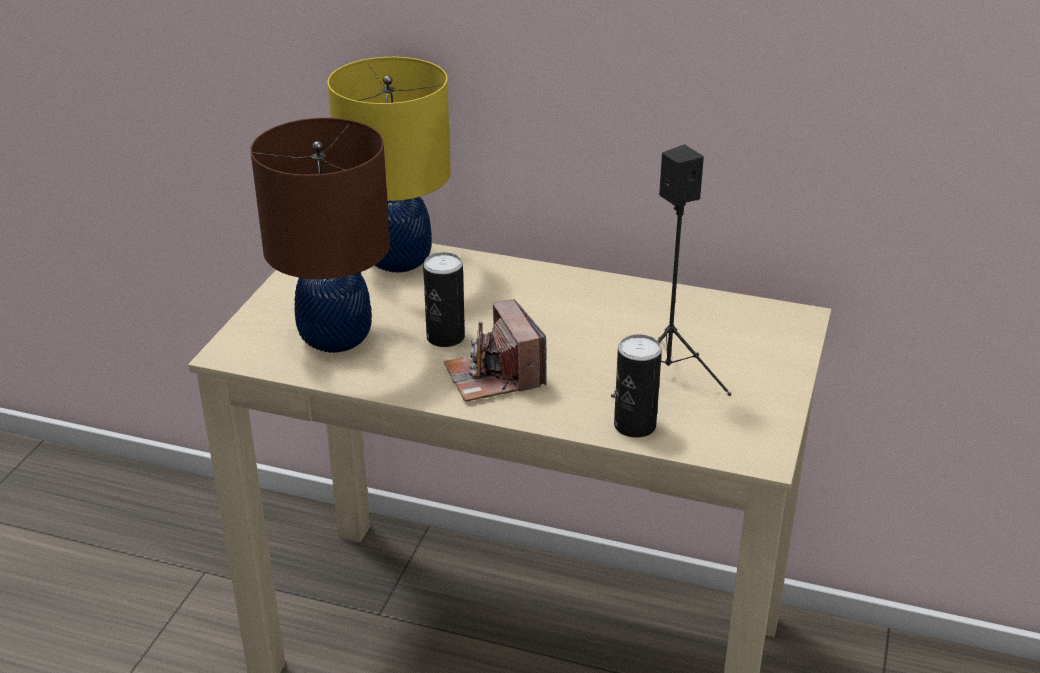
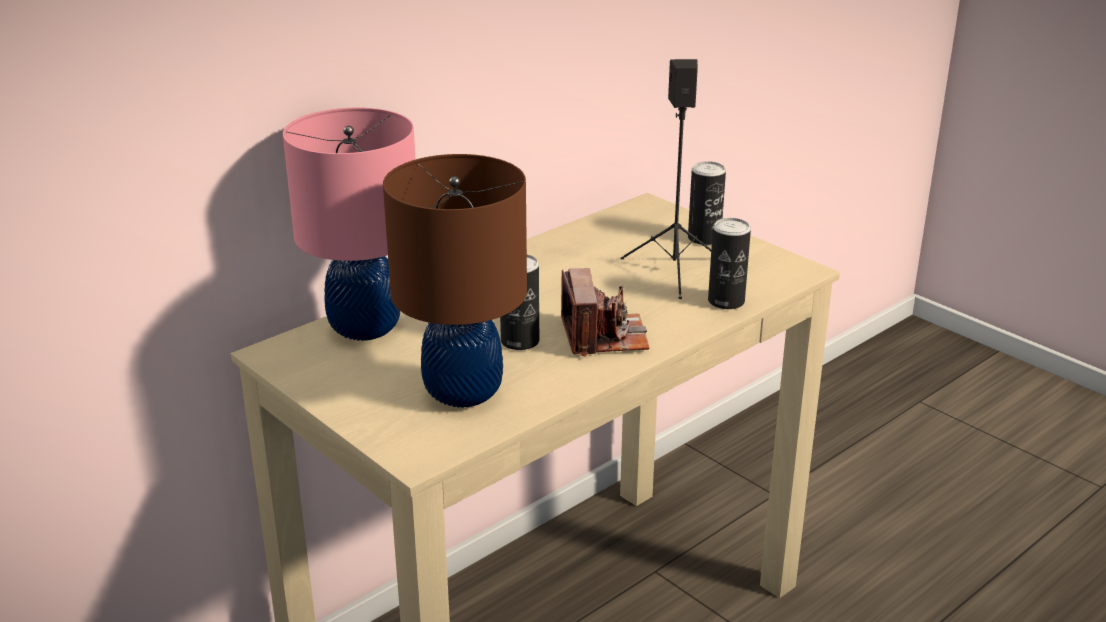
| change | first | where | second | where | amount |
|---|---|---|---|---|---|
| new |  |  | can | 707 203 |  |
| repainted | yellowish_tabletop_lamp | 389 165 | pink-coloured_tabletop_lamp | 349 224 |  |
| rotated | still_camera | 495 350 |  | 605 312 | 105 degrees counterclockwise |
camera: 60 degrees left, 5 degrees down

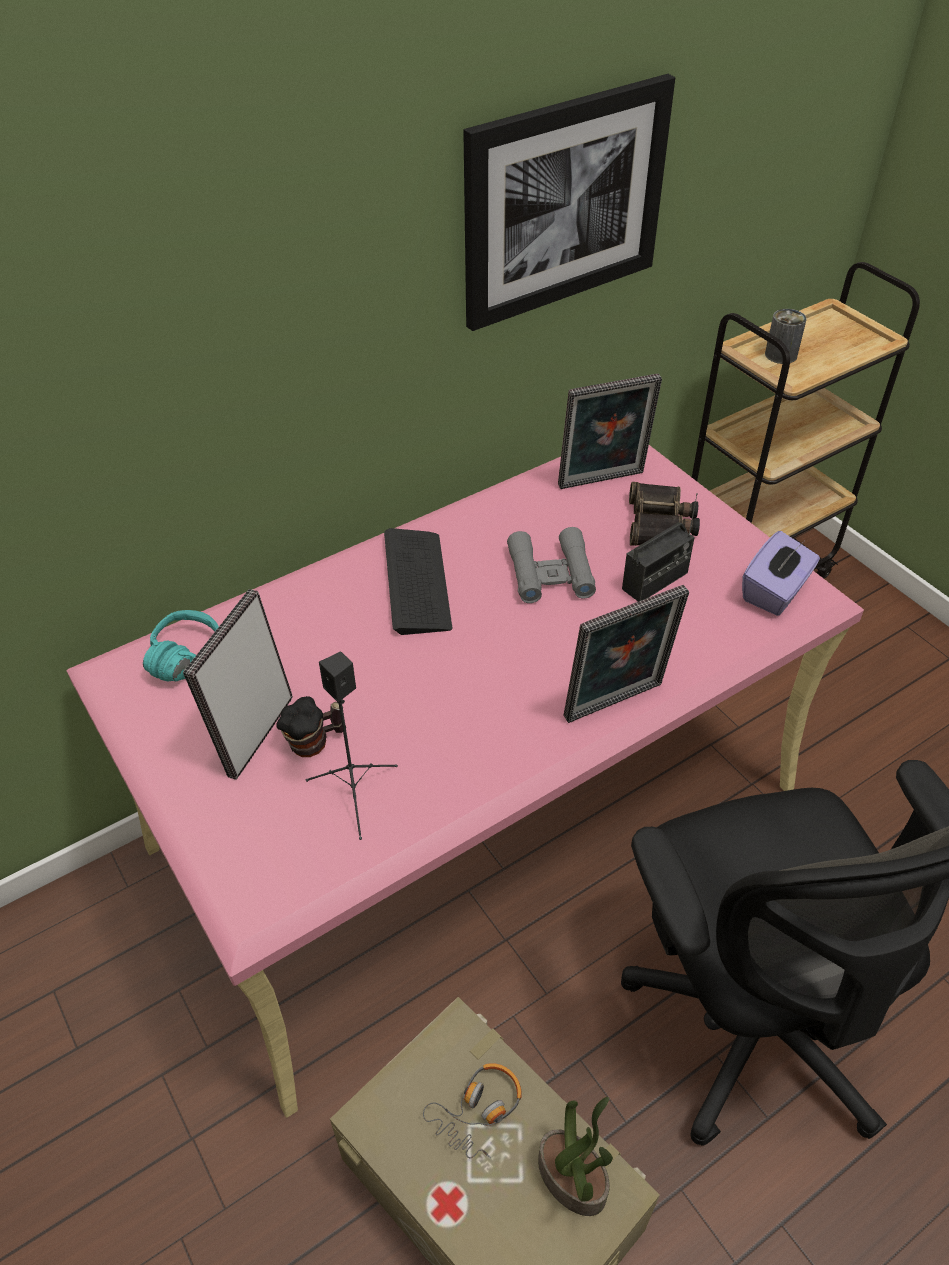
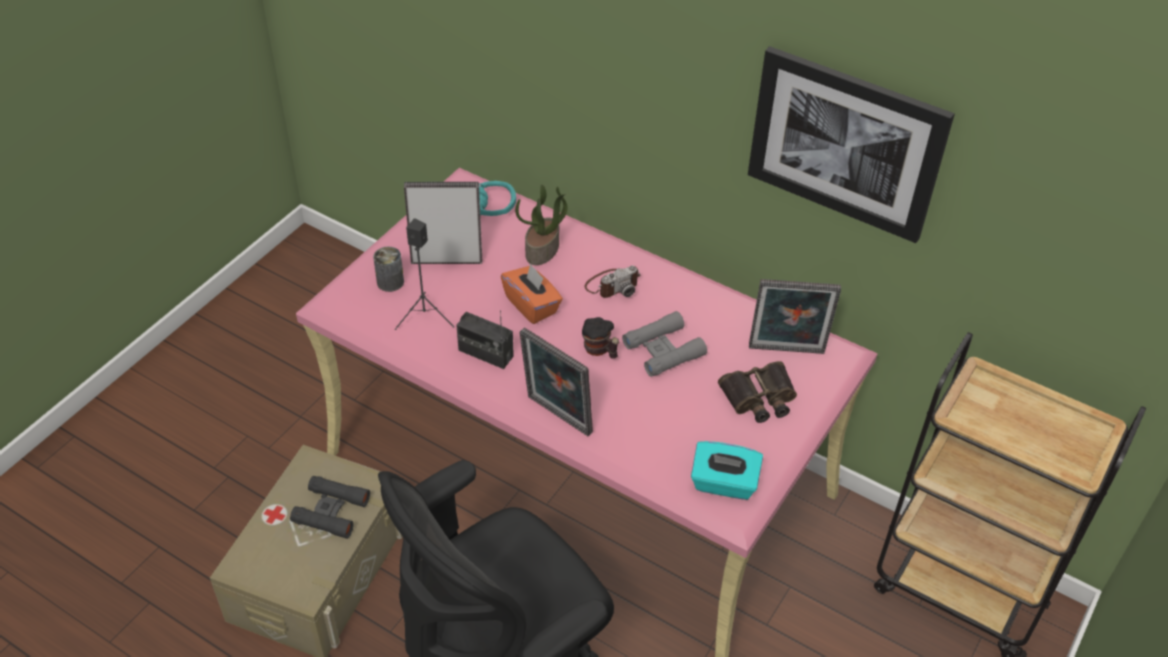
| change | first | where | second | where | amount |
|---|---|---|---|---|---|
| new |  |  | orange-coloured_tissue_box | 532 293 |  |
| shifted | tea_mug | 311 726 |  | 600 338 |  |
| shifted | potted_plant | 575 1156 |  | 541 224 |  |
| shifted | radio | 660 547 |  | 485 339 |  |
| shifted | can | 786 336 |  | 388 269 |  |
| swapped | PC_keyboard | 418 581 | still_camera | 612 281 |  |
| swapped | pair_of_headphones | 472 1110 | black_binoculars | 330 507 |  |
| repainted | purplish_tissue_box | 781 573 | turquoise_tissue_box | 727 470 |  |
| rotated | photo_frame | 610 431 |  | 795 316 | 45 degrees counterclockwise |
camera: 65 degrees right, 0 degrees up

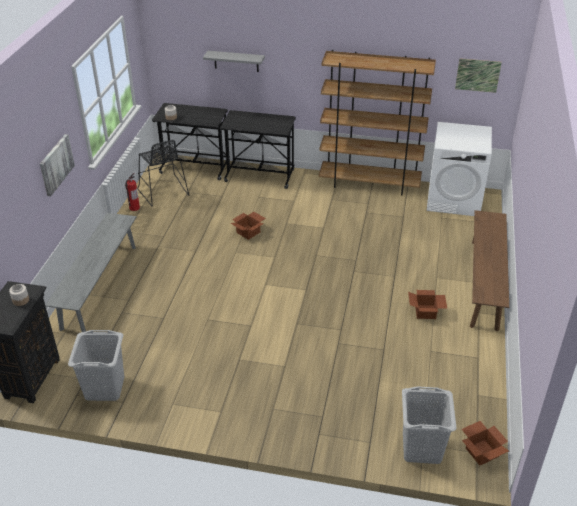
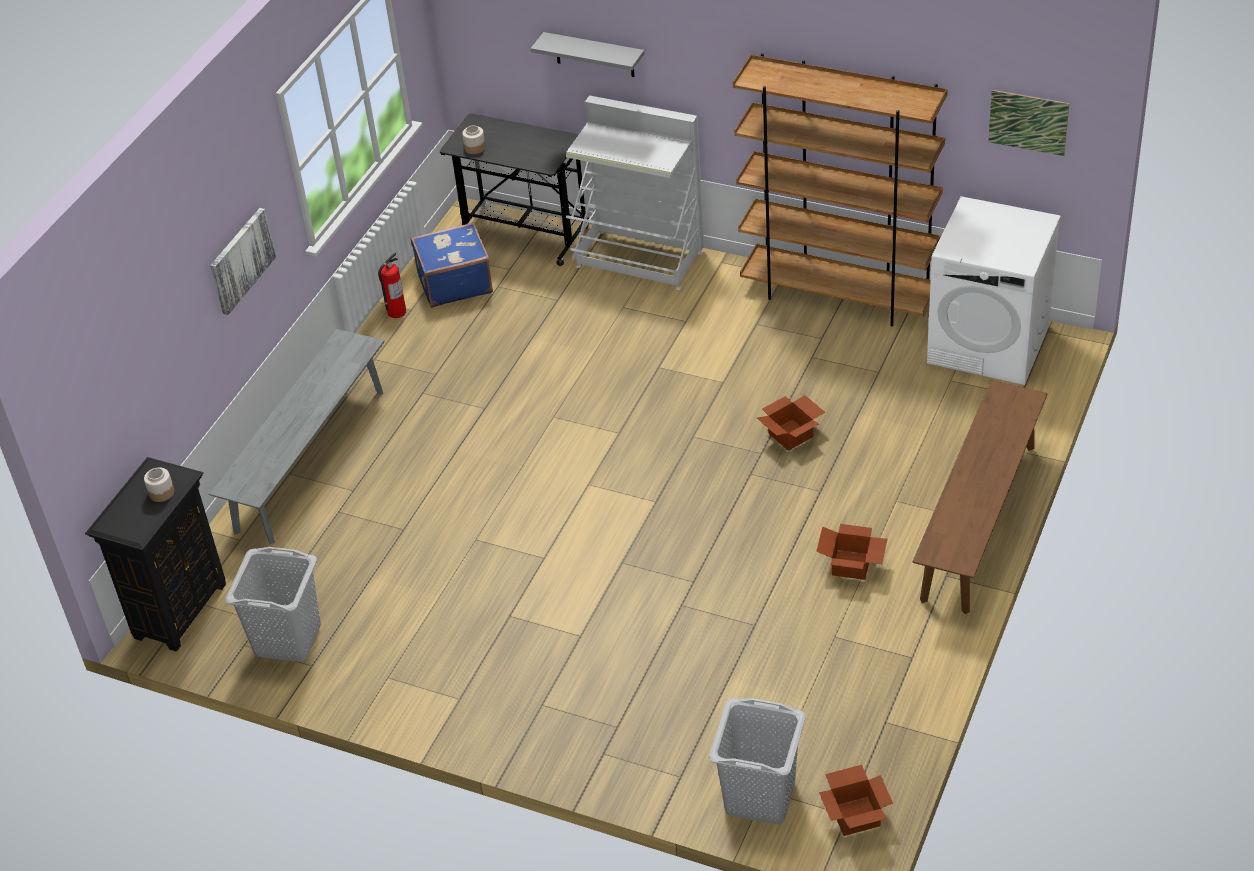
| change | first | where | second | where | amount |
|---|---|---|---|---|---|
| shifted | carton | 248 226 |  | 791 423 |  |
| swapped | black_stool_seat | 163 173 | blue-coloured_suitcase | 452 265 |  |
| swapped | black_desk_unit | 258 149 | whitish_shoe_shelf | 635 193 |  |
camera: 15 degrees right, 5 degrees up

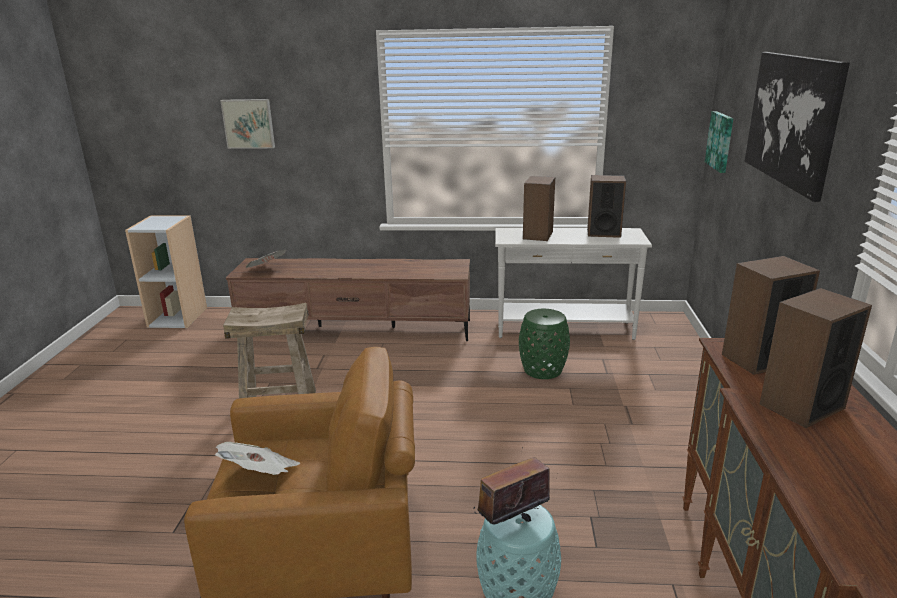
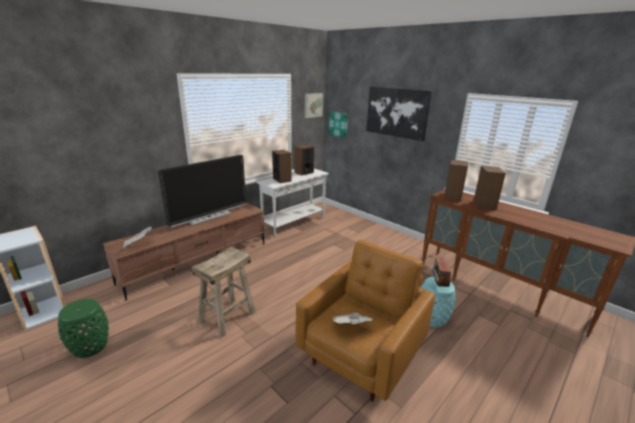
| change | first | where | second | where | amount |
|---|---|---|---|---|---|
| new |  |  | TV | 202 191 |  |
| shifted | wall_picture | 247 124 |  | 314 105 |  |
| shifted | greenish_stool_seat | 544 344 |  | 83 328 |  |
camera: 50 degrees left, 0 degrees up

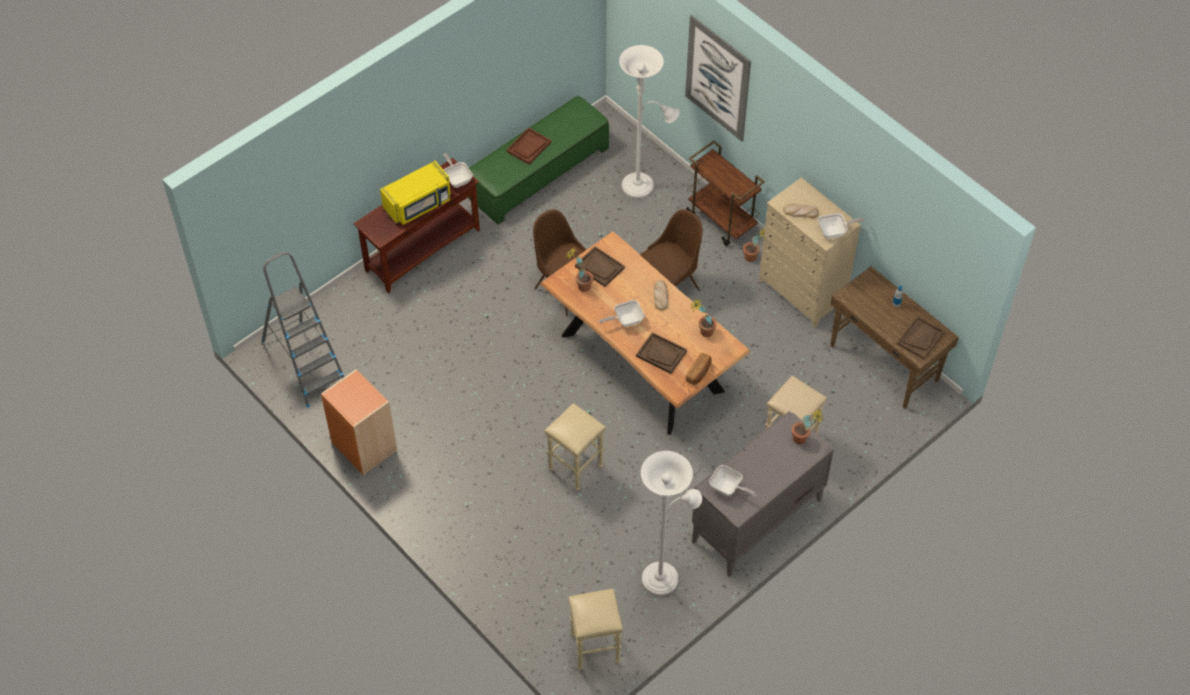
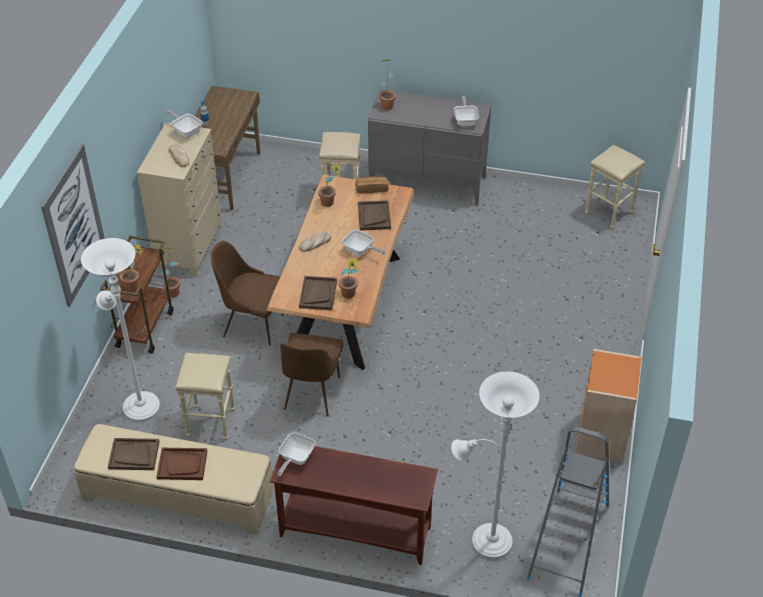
| change | first | where | second | where | amount |
|---|---|---|---|---|---|
| gone | yellowish_kitchen_microwave | 415 193 |  |  |  |
| new |  |  | potted_plant | 132 267 |  |
| shifted | sand-coloured_stool_seat | 575 447 |  | 205 396 |  |
| shifted | whitish_floor_lamp | 671 523 |  | 495 465 |  |
| shifted | brown-coloured_serving_tray | 921 338 |  | 133 454 |  |
| repainted | greenish_bench | 538 160 | sand-coloured_bench | 174 479 |  |
camera: 125 degrees left, 10 degrees down

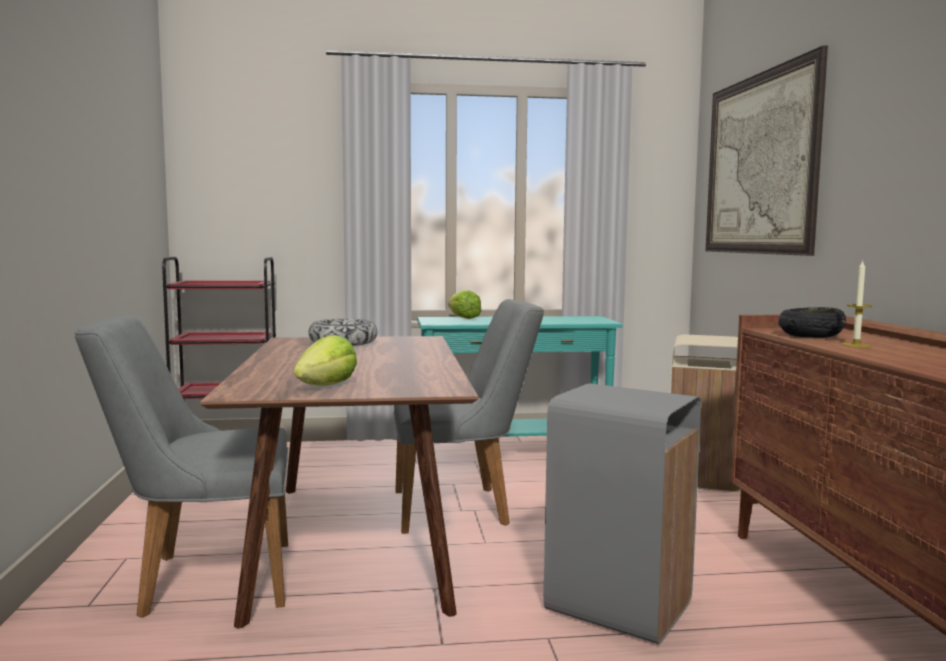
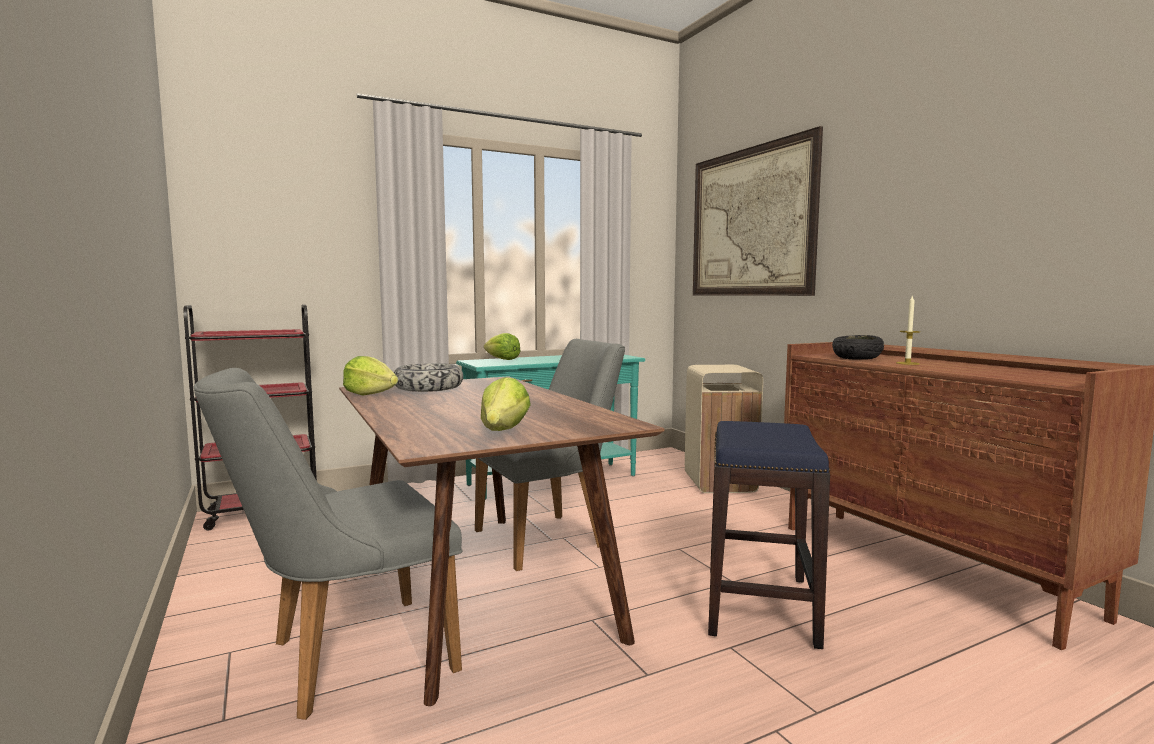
| change | first | where | second | where | amount |
|---|---|---|---|---|---|
| new |  |  | lettuce | 370 375 |  |
| swapped | grey_waste_bin | 622 513 | stool_seat | 769 535 |  |
camera: 20 degrees left, 0 degrees up

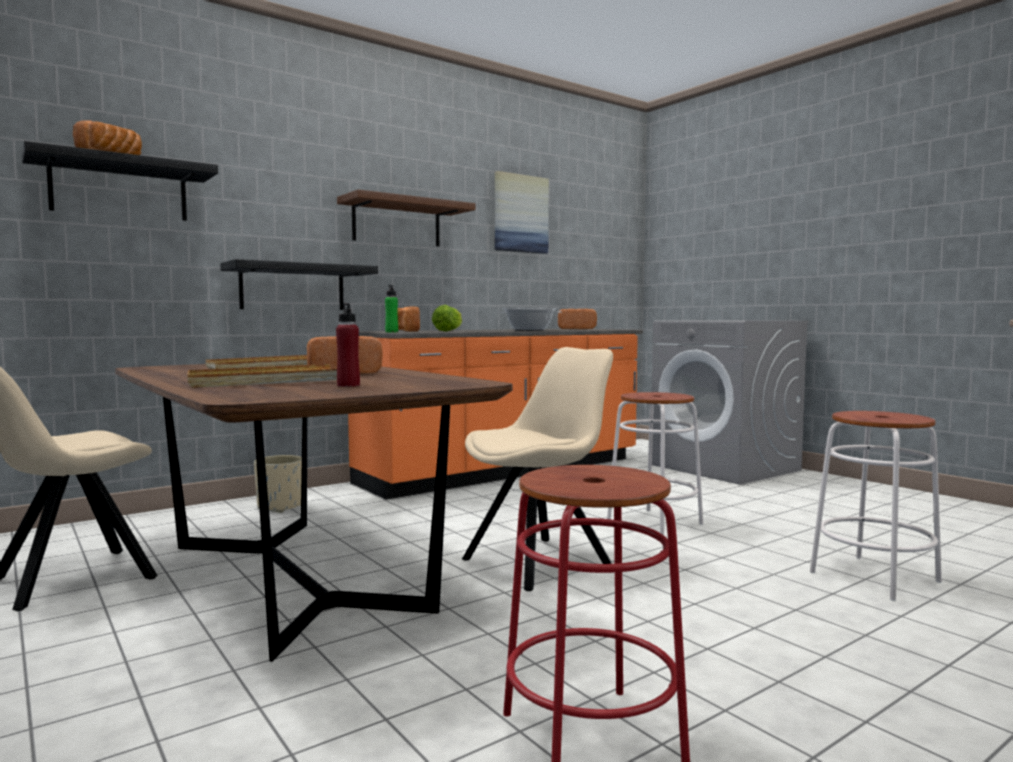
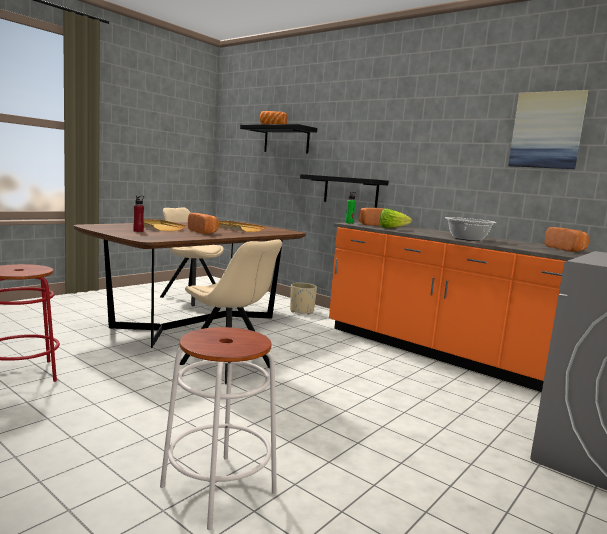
| change | first | where | second | where | amount |
|---|---|---|---|---|---|
| gone | brown-coloured_shelf | 406 218 |  |  |  |
| gone | whitish_stool_seat | 655 463 |  |  |  |
camera: 75 degrees right, 5 degrees up

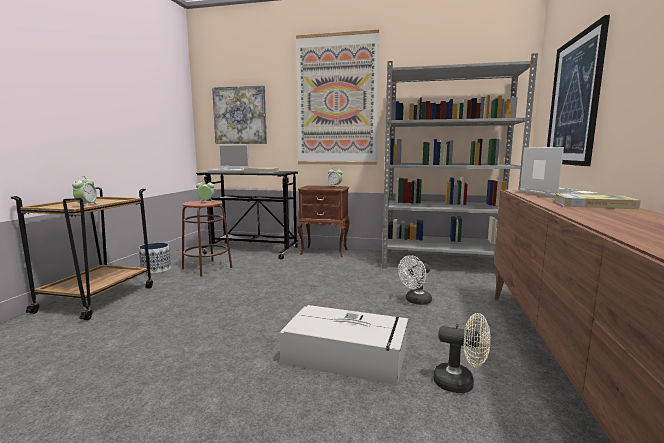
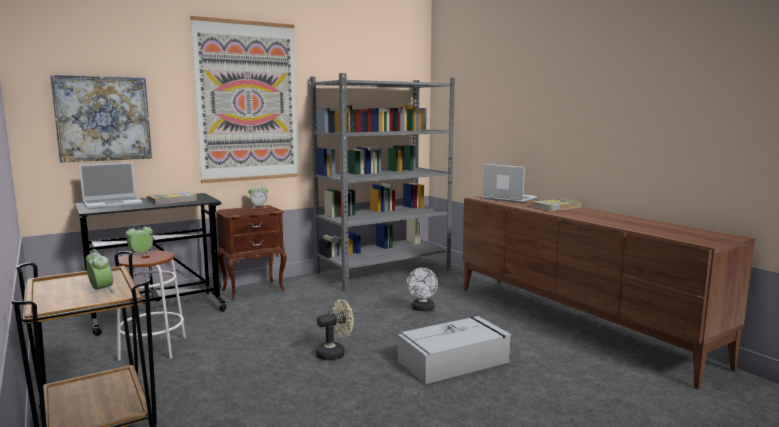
| change | first | where | second | where | amount |
|---|---|---|---|---|---|
| gone | flower_pot | 155 258 |  |  |  |
| gone | wall_picture | 578 90 |  |  |  |
| shifted | sand-coloured_fan | 462 353 |  | 335 329 |  |
| repainted | brown-coloured_stool_seat | 207 238 | whitish_stool_seat | 151 305 |  |
camera: 45 degrees left, 0 degrees up

